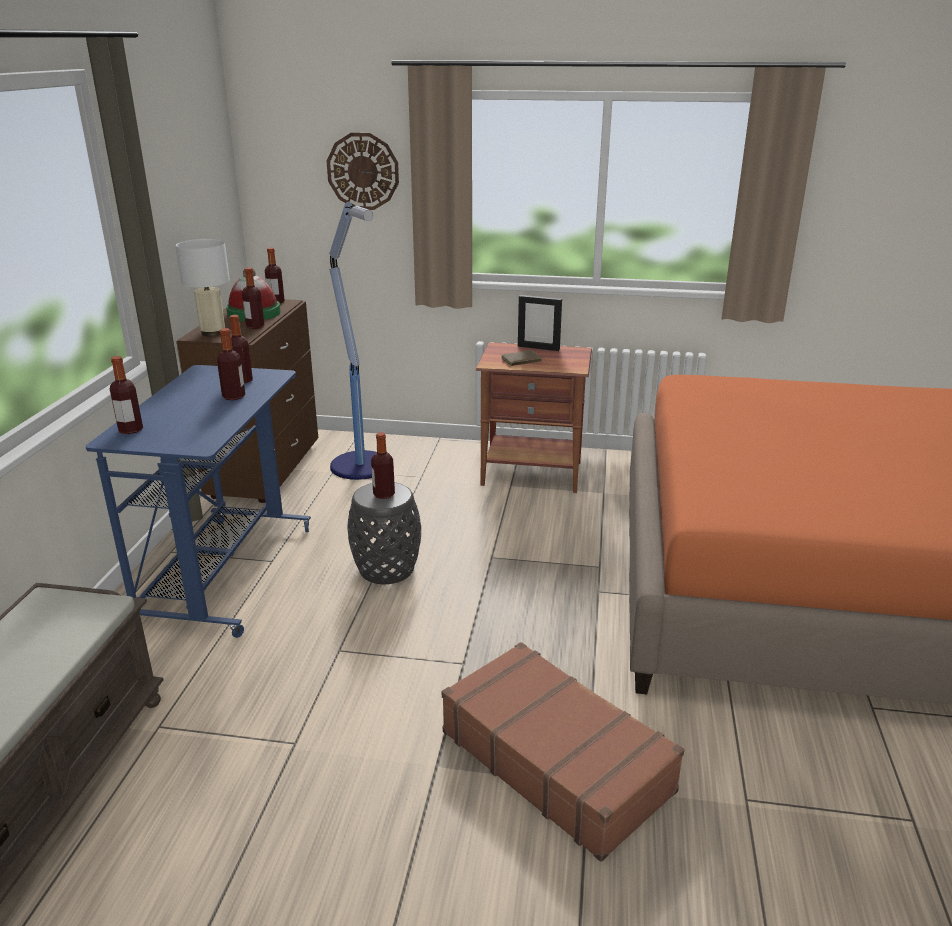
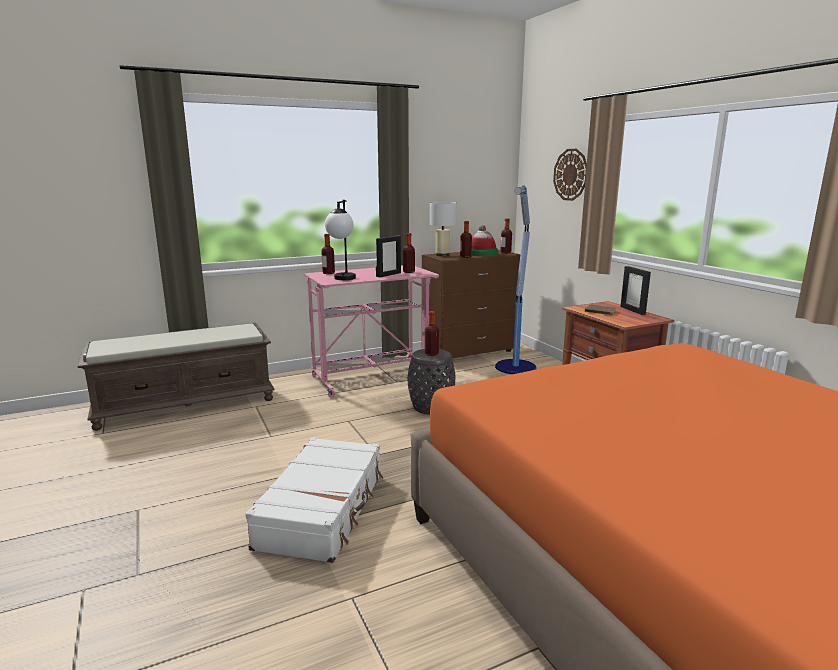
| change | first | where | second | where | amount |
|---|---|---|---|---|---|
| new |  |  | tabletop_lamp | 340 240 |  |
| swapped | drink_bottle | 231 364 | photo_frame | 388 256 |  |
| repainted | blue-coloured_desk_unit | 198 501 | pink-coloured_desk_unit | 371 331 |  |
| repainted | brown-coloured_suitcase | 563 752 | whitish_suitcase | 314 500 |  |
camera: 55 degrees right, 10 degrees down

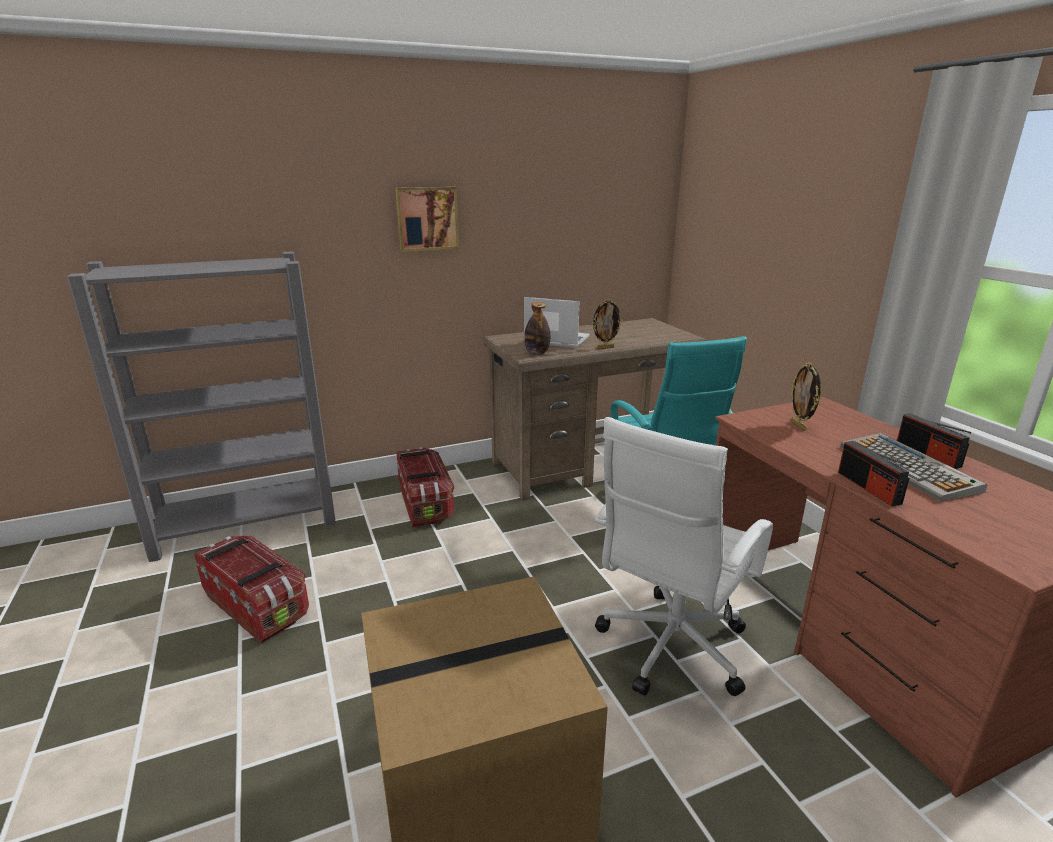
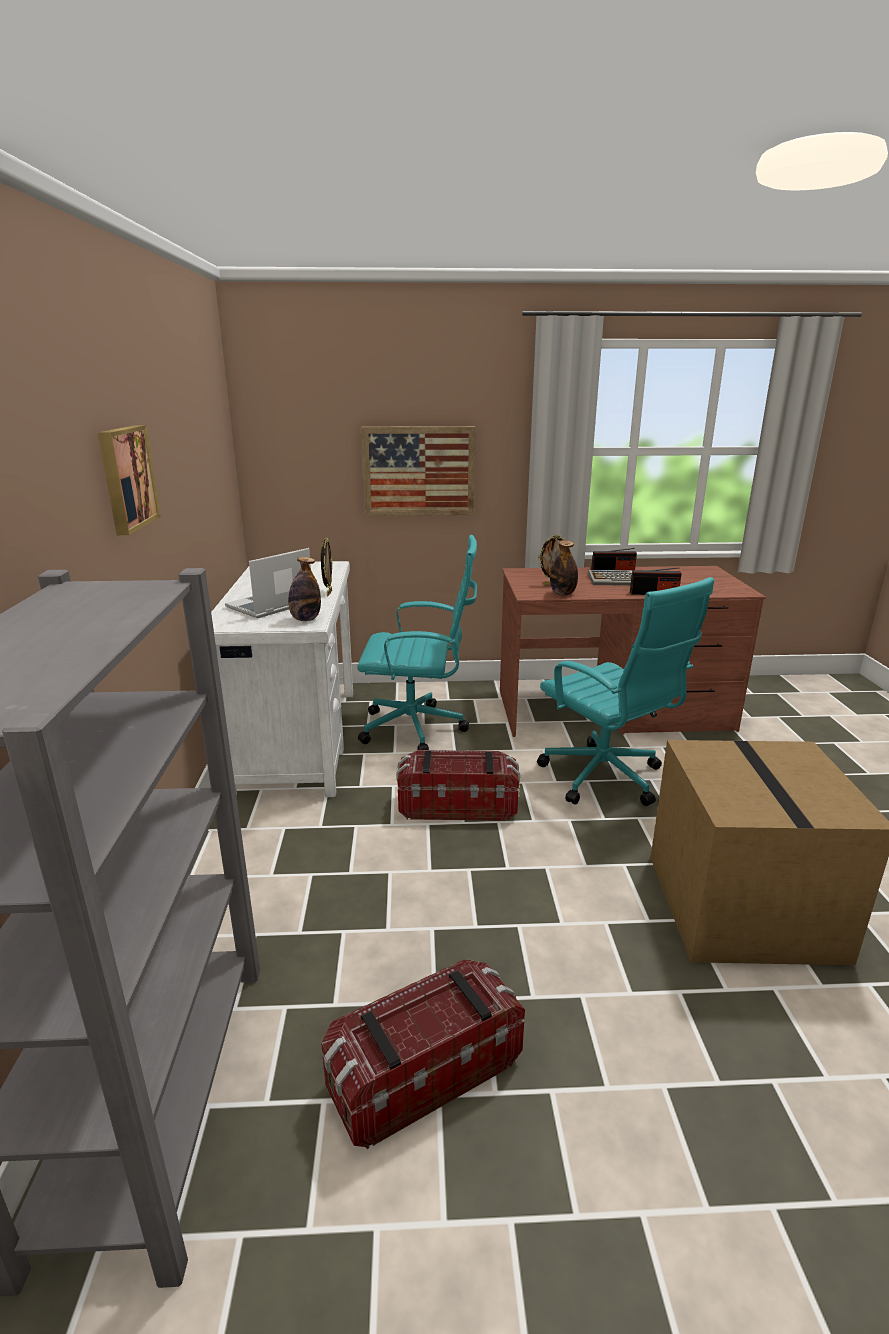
| change | first | where | second | where | amount |
|---|---|---|---|---|---|
| new |  |  | wall_picture | 418 471 |  |
| new |  |  | drink_bottle | 564 567 |  |
| shifted | storage_bin | 425 487 |  | 458 785 |  |
| repainted | brown-coloured_desk_unit | 595 409 | whitish_desk_unit | 282 679 |  |
| repainted | whitish_computer_chair | 684 556 | turquoise_computer_chair | 625 691 |  |
camera: 70 degrees left, 0 degrees up

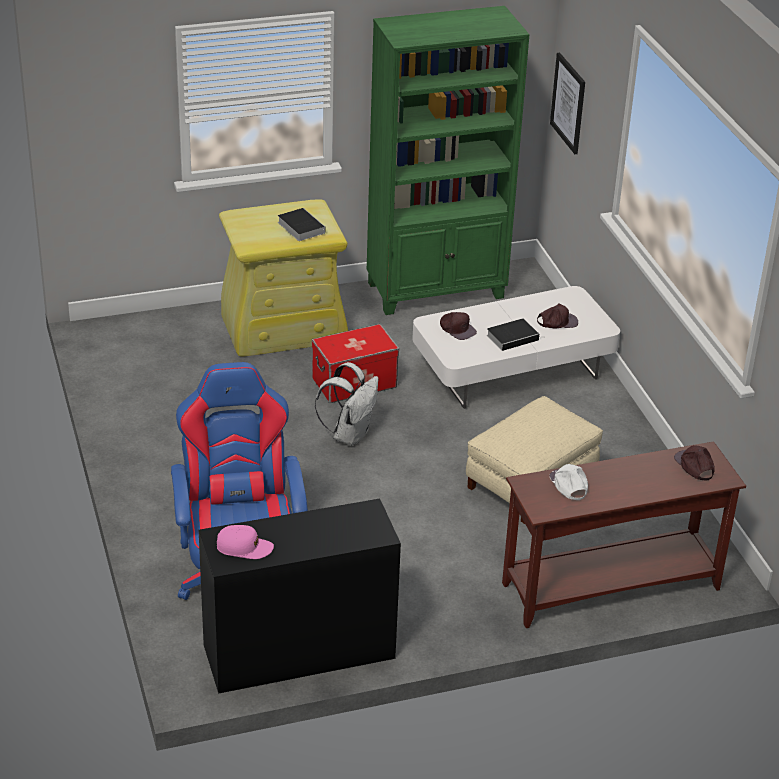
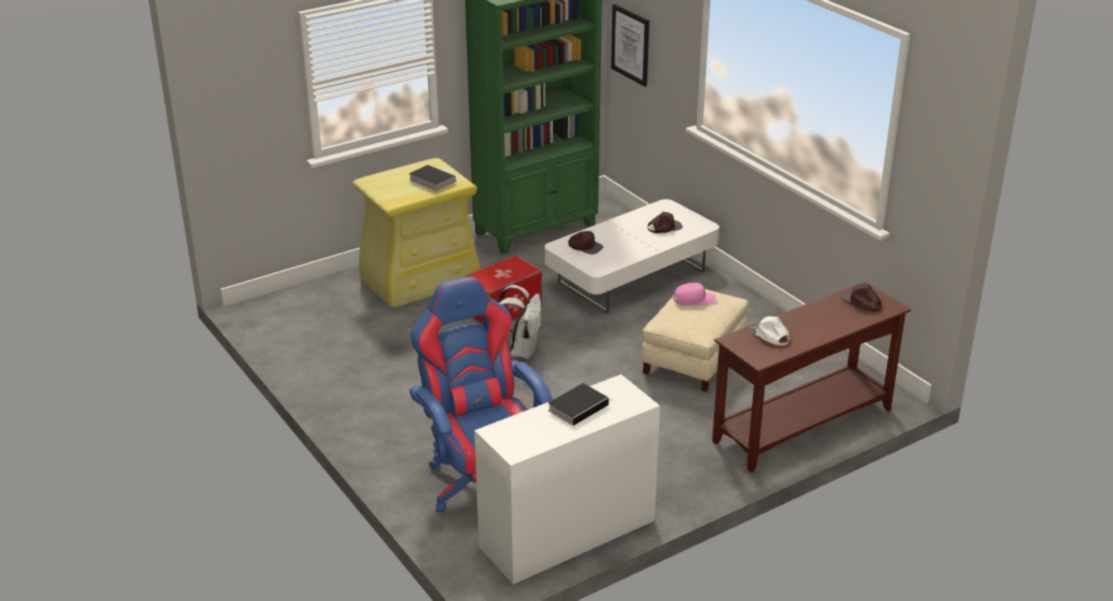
| change | first | where | second | where | amount |
|---|---|---|---|---|---|
| shifted | pink-coloured_peaked_cap | 245 542 |  | 694 294 |  |
| shifted | book | 515 334 |  | 580 404 |  |
| repainted | black_desk_unit | 300 596 | whitish_desk_unit | 567 479 |  |
camera: 15 degrees left, 5 degrees down

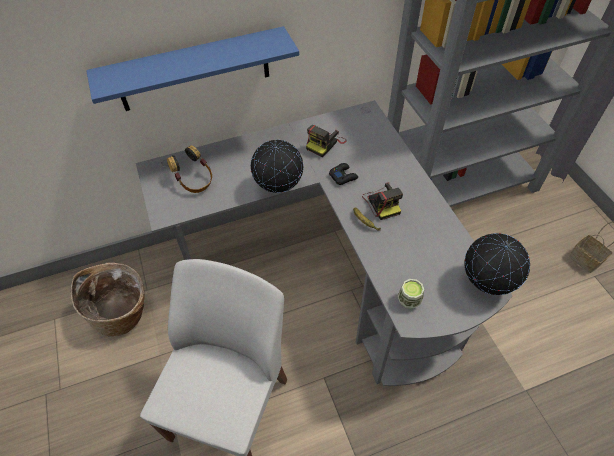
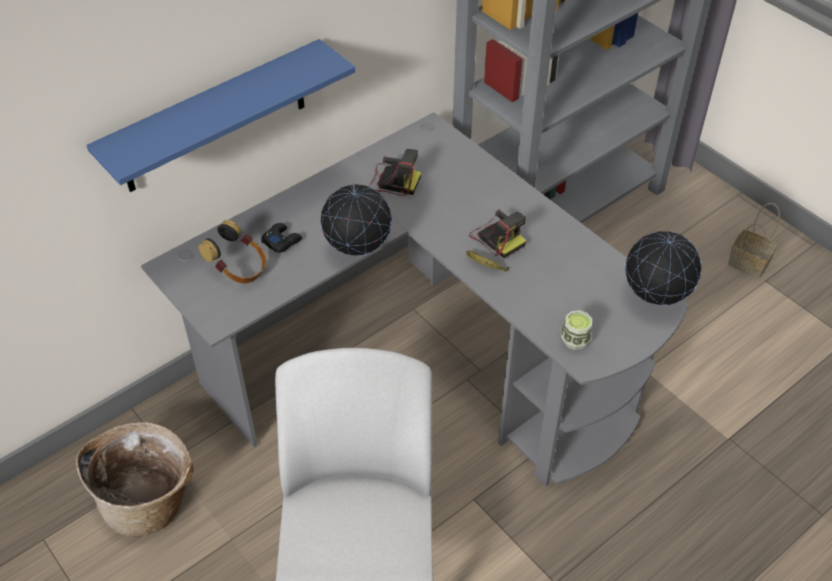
| change | first | where | second | where | amount |
|---|---|---|---|---|---|
| shifted | black_gamepad | 343 174 |  | 281 238 |  |
| rotated | still_camera | 326 141 |  | 395 172 | 90 degrees counterclockwise |
camera: 20 degrees left, 5 degrees down

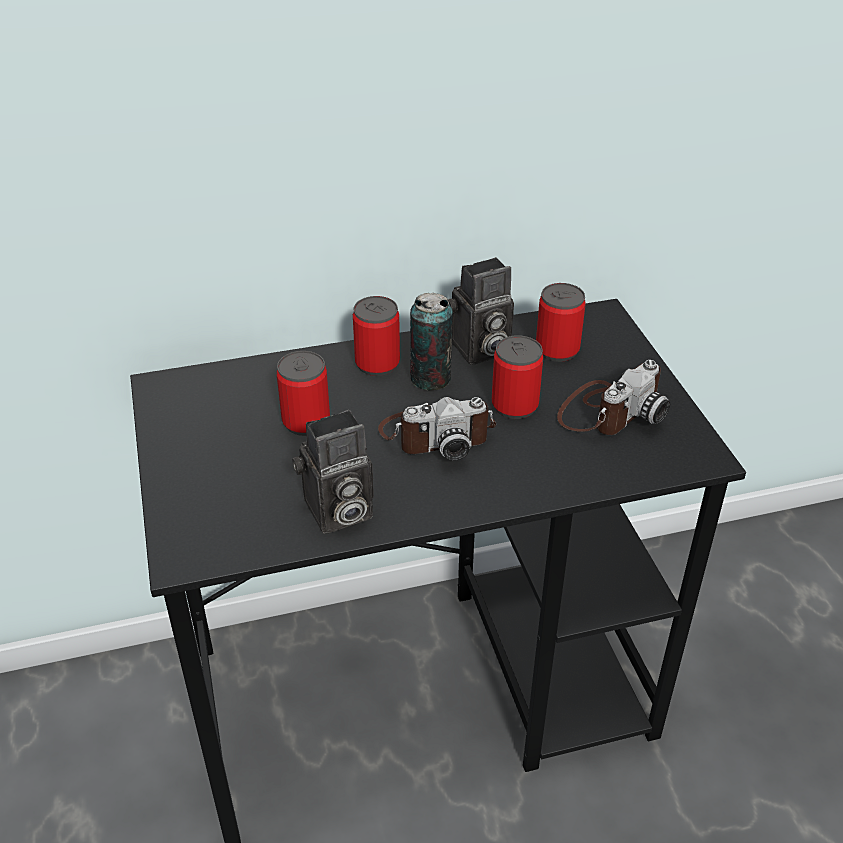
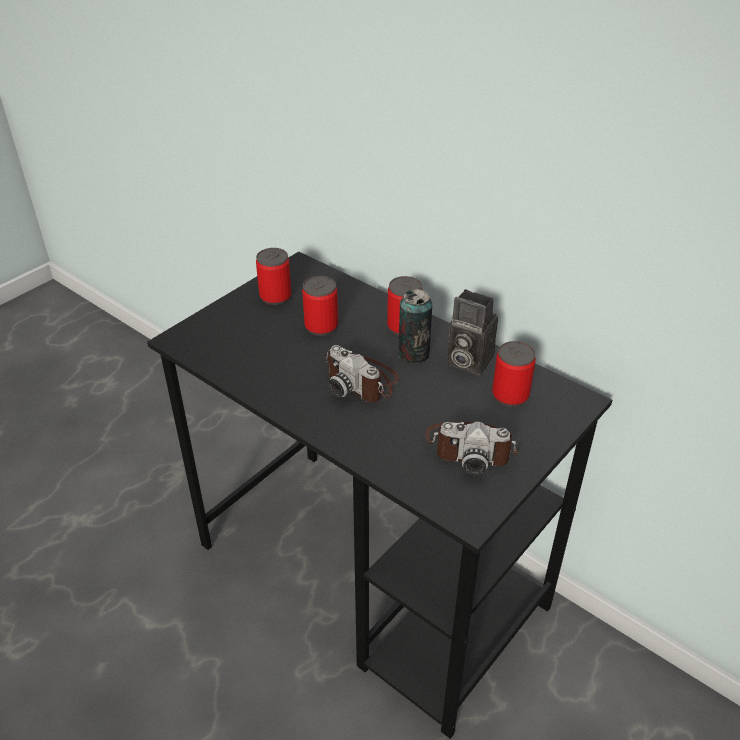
| change | first | where | second | where | amount |
|---|---|---|---|---|---|
| gone | still_camera | 333 472 |  |  |  |
| shifted | can | 517 377 |  | 274 276 |  |
camera: 55 degrees right, 0 degrees up

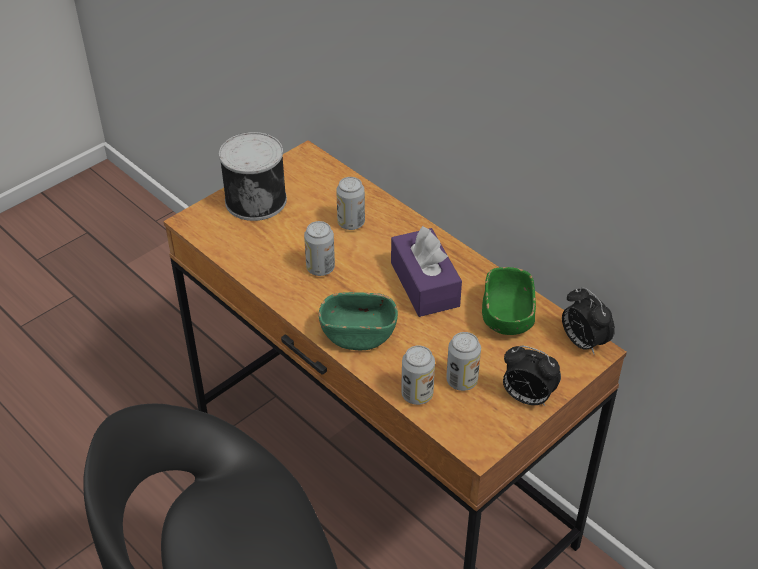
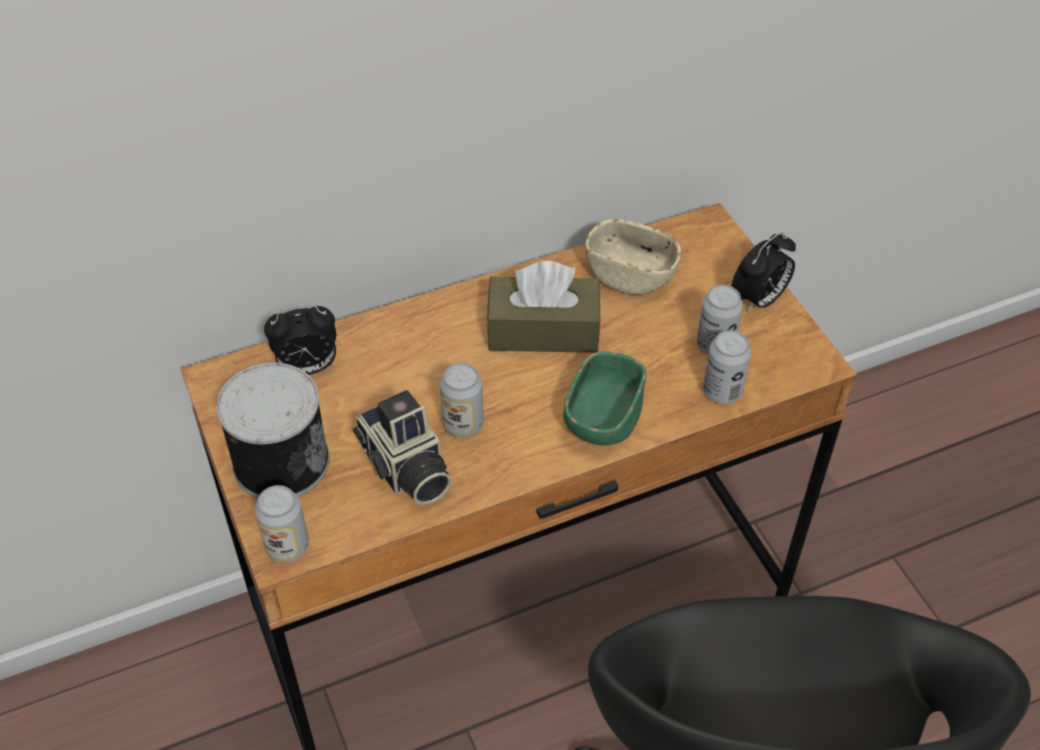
| change | first | where | second | where | amount |
|---|---|---|---|---|---|
| new |  |  | still_camera | 402 447 |  |
| shifted | can | 350 203 |  | 282 524 |  |
| shifted | alarm_clock | 588 320 |  | 300 339 |  |
| repainted | purplish_tissue_box | 426 271 | brown-coloured_tissue_box | 543 307 |  |
| repainted | greenish_bowl | 509 301 | sand-coloured_bowl | 633 257 |  |
camera: 70 degrees left, 5 degrees up

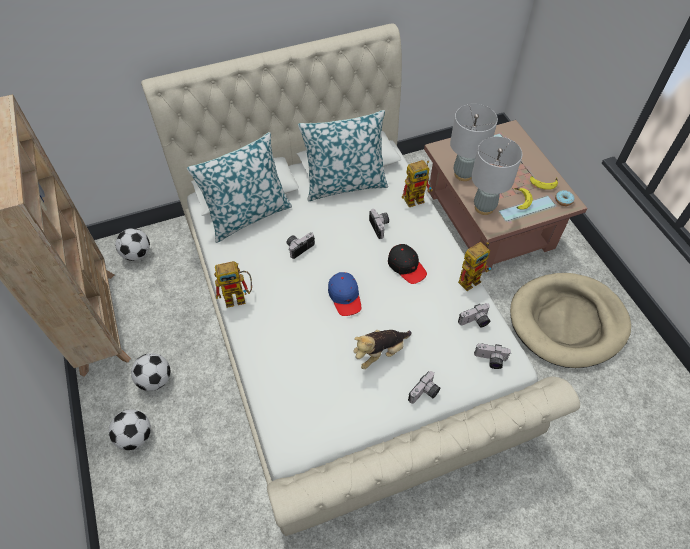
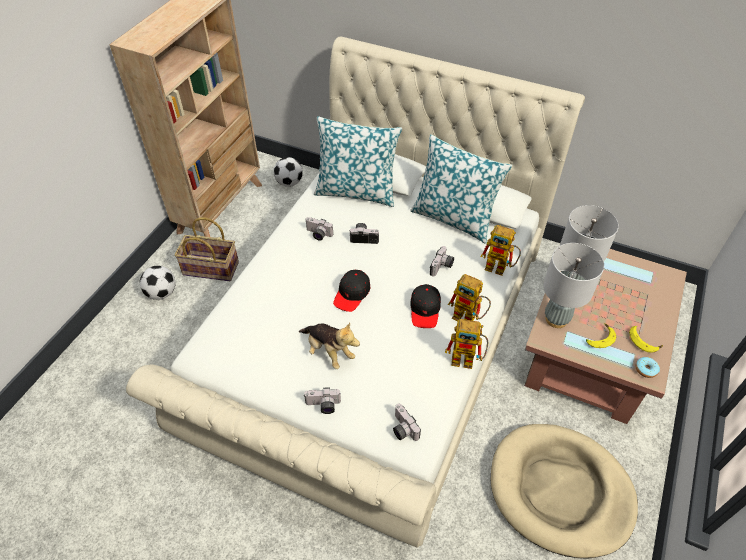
| change | first | where | second | where | amount |
|---|---|---|---|---|---|
| shifted | model_robot | 233 284 |  | 469 297 |  |
| shifted | still_camera | 474 315 |  | 319 229 |  |
| swapped | ball_for_football | 151 372 | storage_basket | 207 249 |  |
| repainted | blue-coloured_peaked_cap | 344 294 | black_peaked_cap | 351 291 |  |
| rotated | plush_toy | 382 349 |  | 329 345 | 150 degrees counterclockwise |
camera: 45 degrees right, 5 degrees down

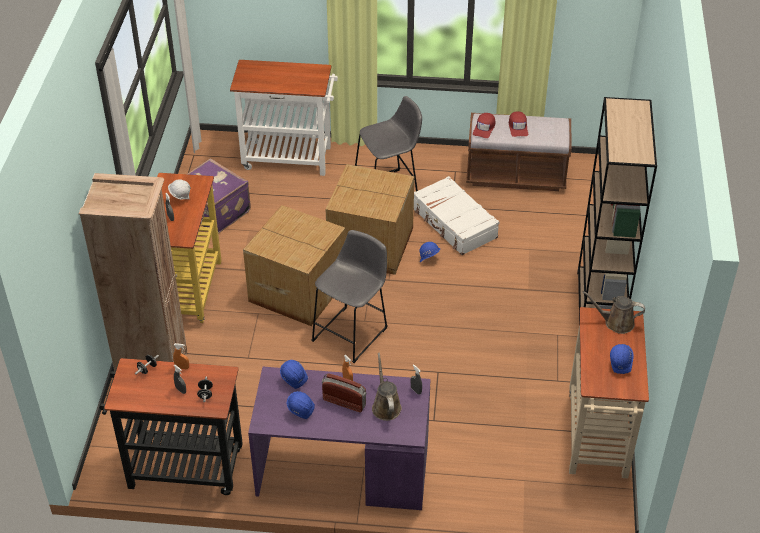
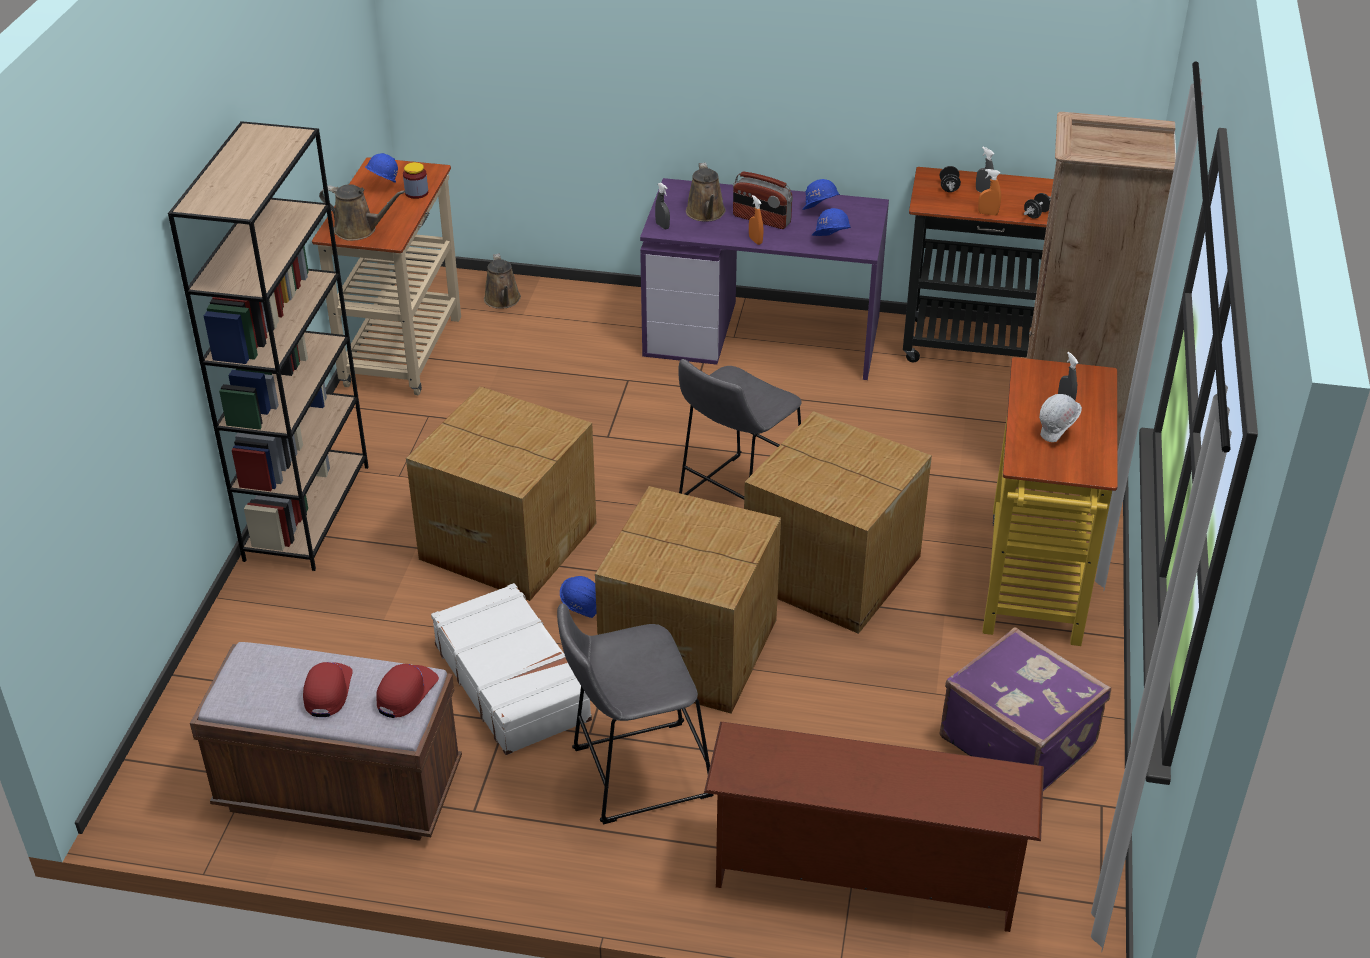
| change | first | where | second | where | amount |
|---|---|---|---|---|---|
| new |  |  | preserve_jar | 415 180 |  |
| new |  |  | carton | 501 493 |  |
| new |  |  | brown-coloured_watering_pot | 502 281 |  |
| swapped | whitish_trolley | 284 118 | brown-coloured_shoe_shelf | 874 827 |  |
camera: 175 degrees left, 5 degrees down

